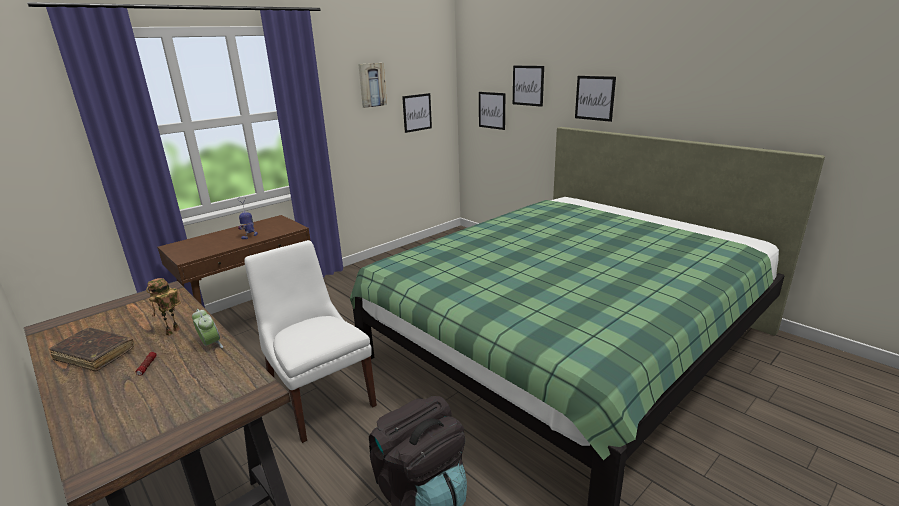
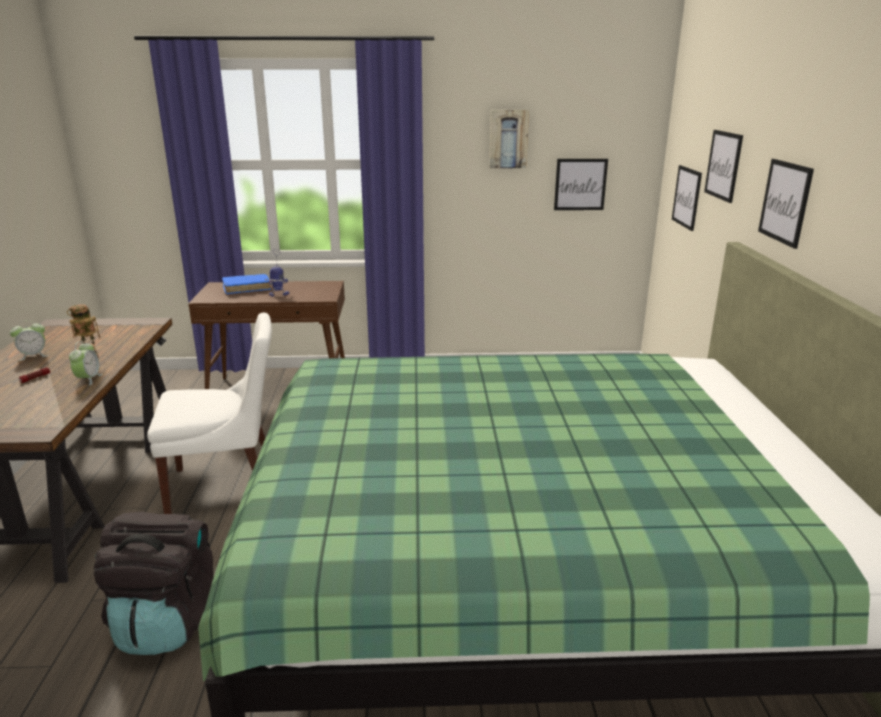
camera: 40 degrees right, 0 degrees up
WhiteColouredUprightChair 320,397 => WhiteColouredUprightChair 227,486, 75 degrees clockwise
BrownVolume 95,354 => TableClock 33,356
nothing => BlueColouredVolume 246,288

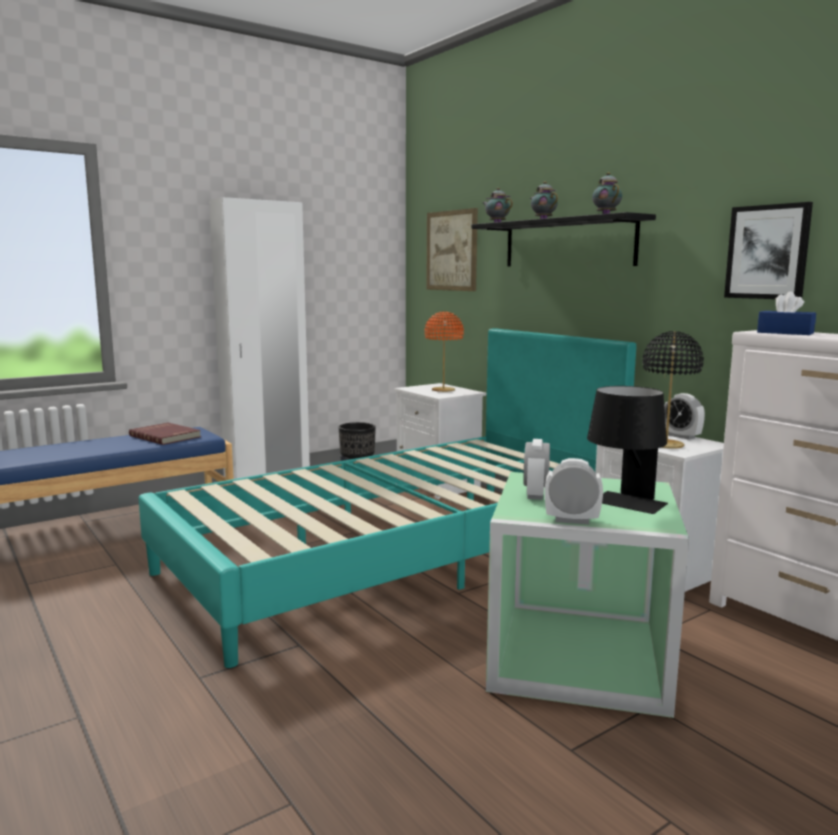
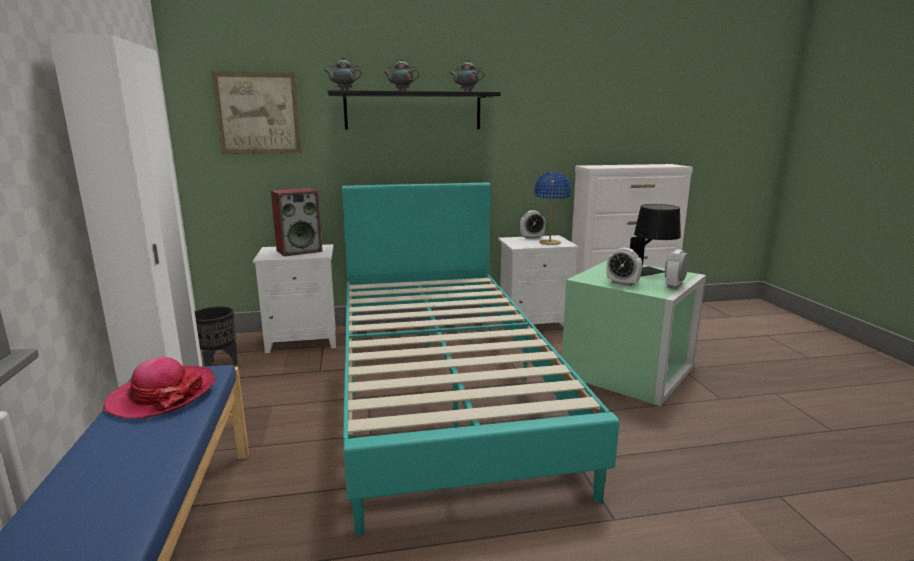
camera: 65 degrees left, 5 degrees up
WallArt 767,252 => nothing
BlueColouredTissueBox 785,333 => nothing
OrangeTabletopLamp 443,390 => Loudspeaker 299,250
BlackTabletopLamp 666,445 => BlueColouredTabletopLamp 550,243
RedVolume 166,436 => Hat 162,395

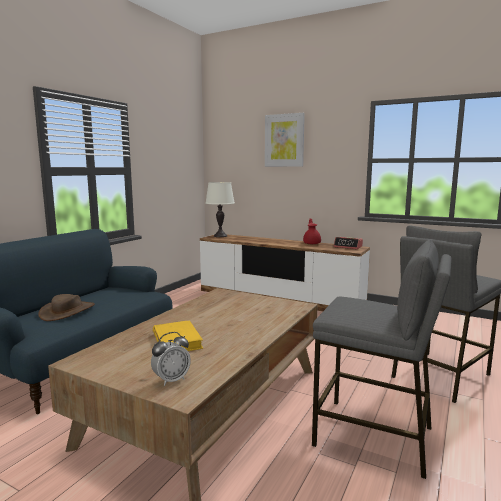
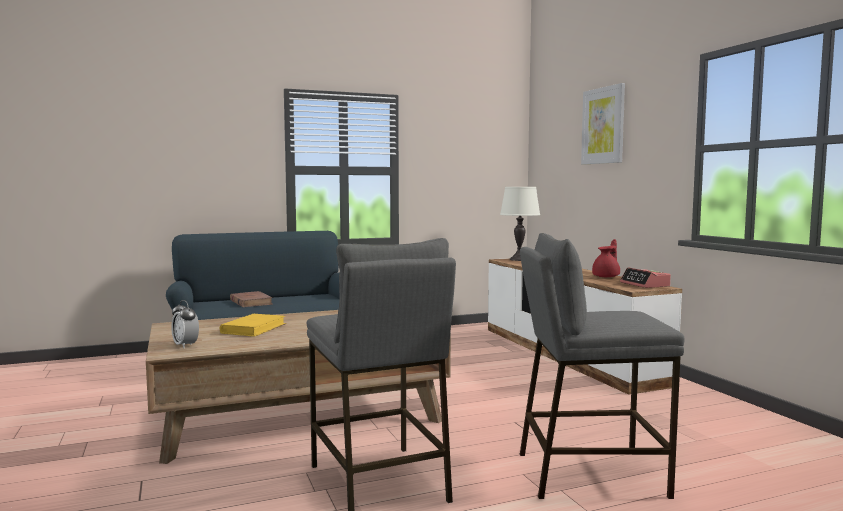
camera: 40 degrees right, 5 degrees down
BrownHat 68,311 => BrownVolume 251,302
TableClock 171,380 => TableClock 185,345, 45 degrees clockwise

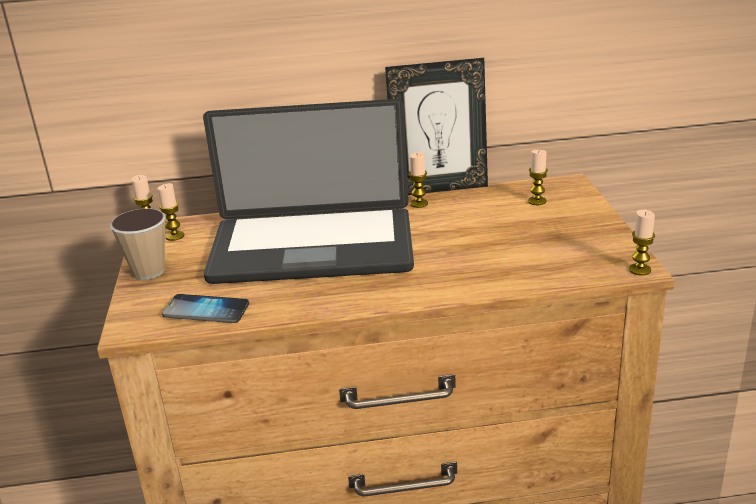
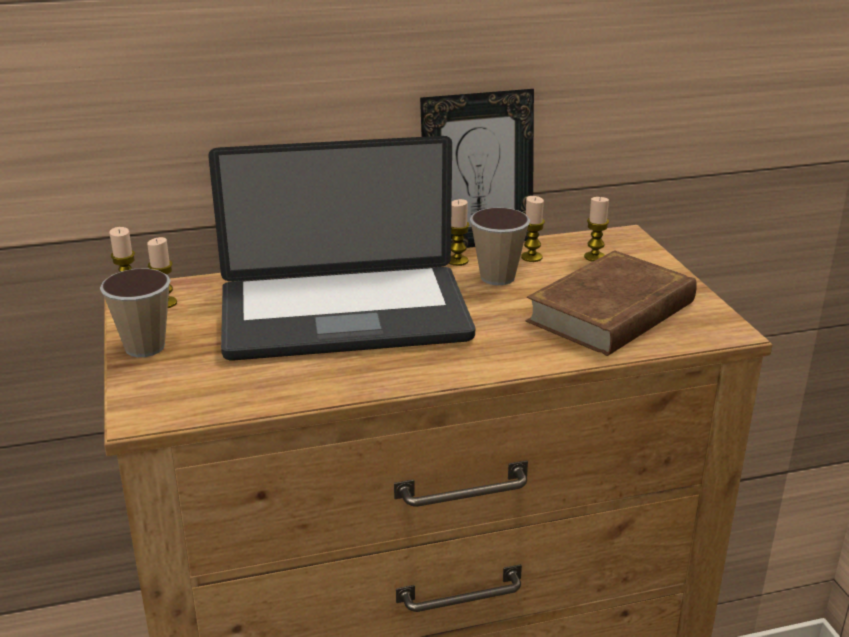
camera: 10 degrees left, 0 degrees up
WaxLight 639,270 => WaxLight 531,257, moved
Telephone 206,311 => nothing
nothing => DrinkingCup 497,277
nothing => BrownVolume 612,312

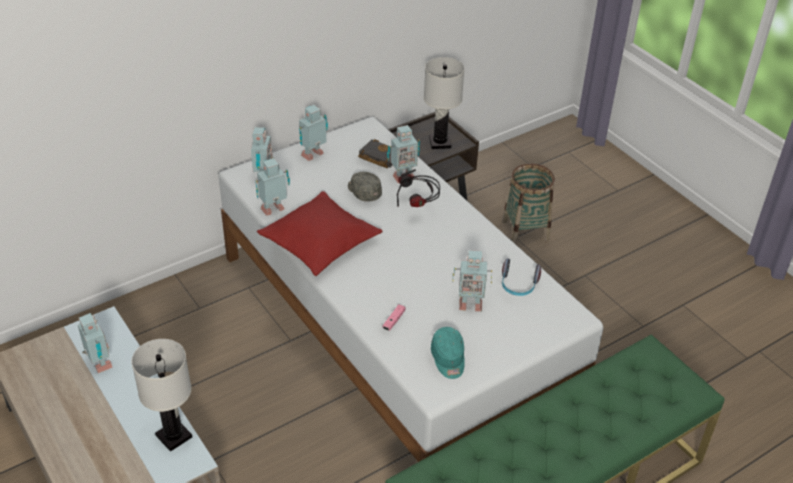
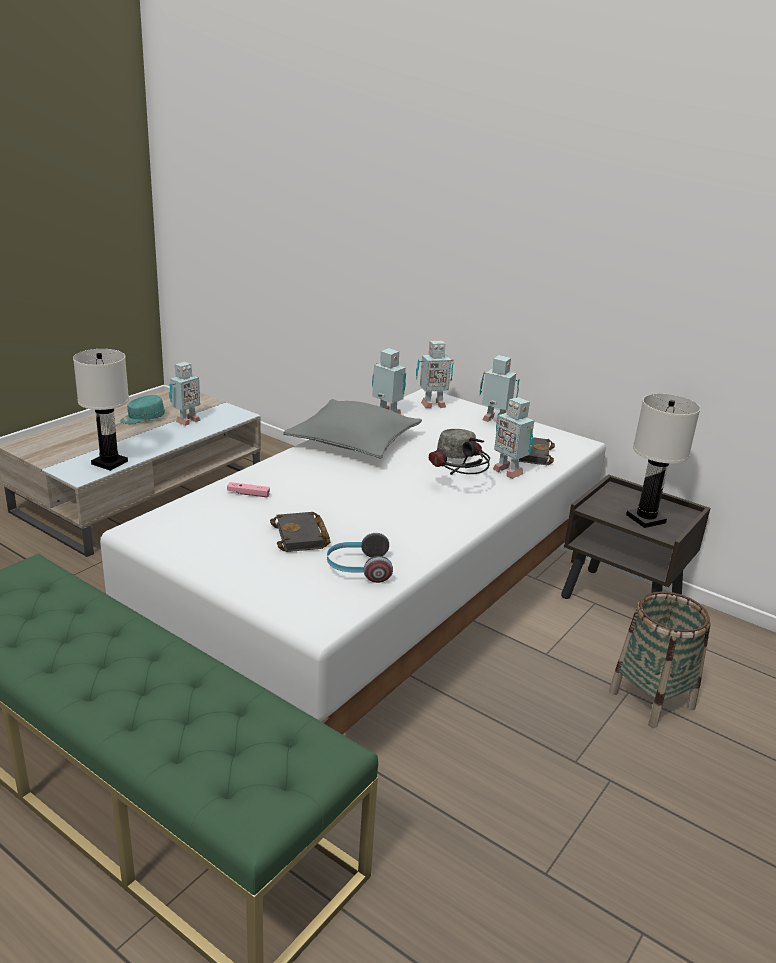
camera: 70 degrees right, 15 degrees down
RedCushion 320,242 => GrayCushion 354,441
ToyRobot 469,304 => BlackVolume 302,537
BlueGreenCap 448,359 => BlueGreenCap 142,418, moved

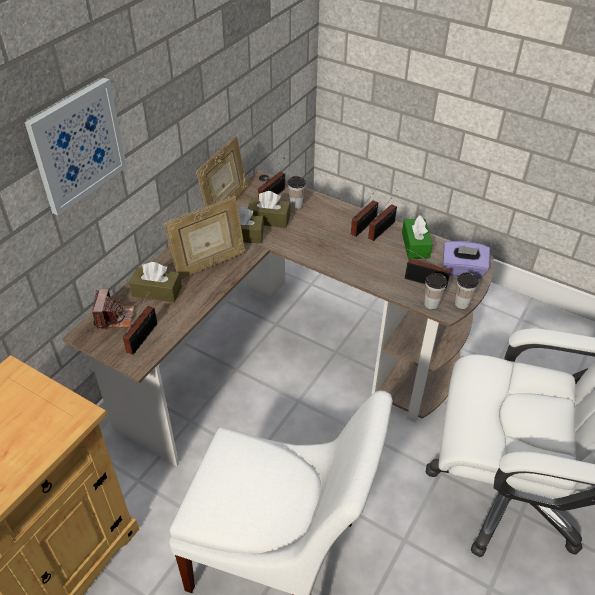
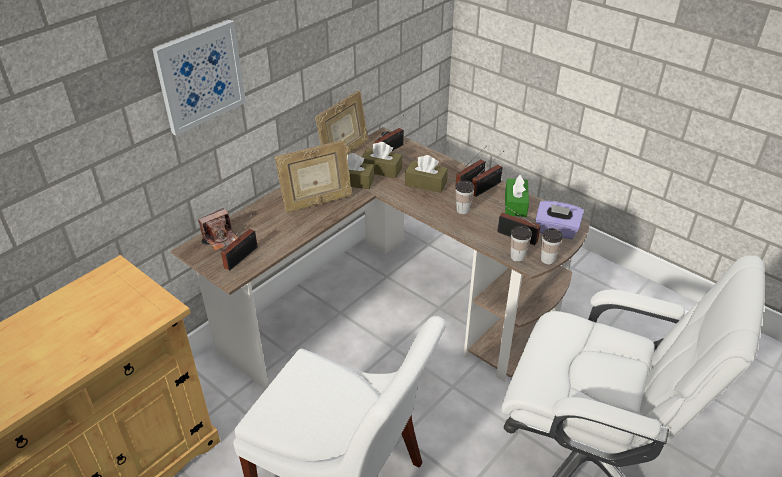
camera: 10 degrees right, 5 degrees down
DrinkingCup 296,205 => DrinkingCup 463,210, moved
BrownTissueBox 157,291 => BrownTissueBox 425,183, moved
PhotoCamera 115,318 => PhotoCamera 221,238, 45 degrees clockwise

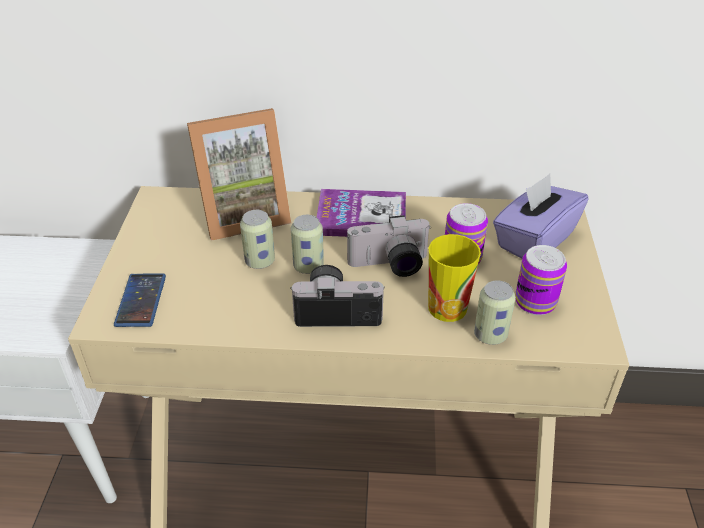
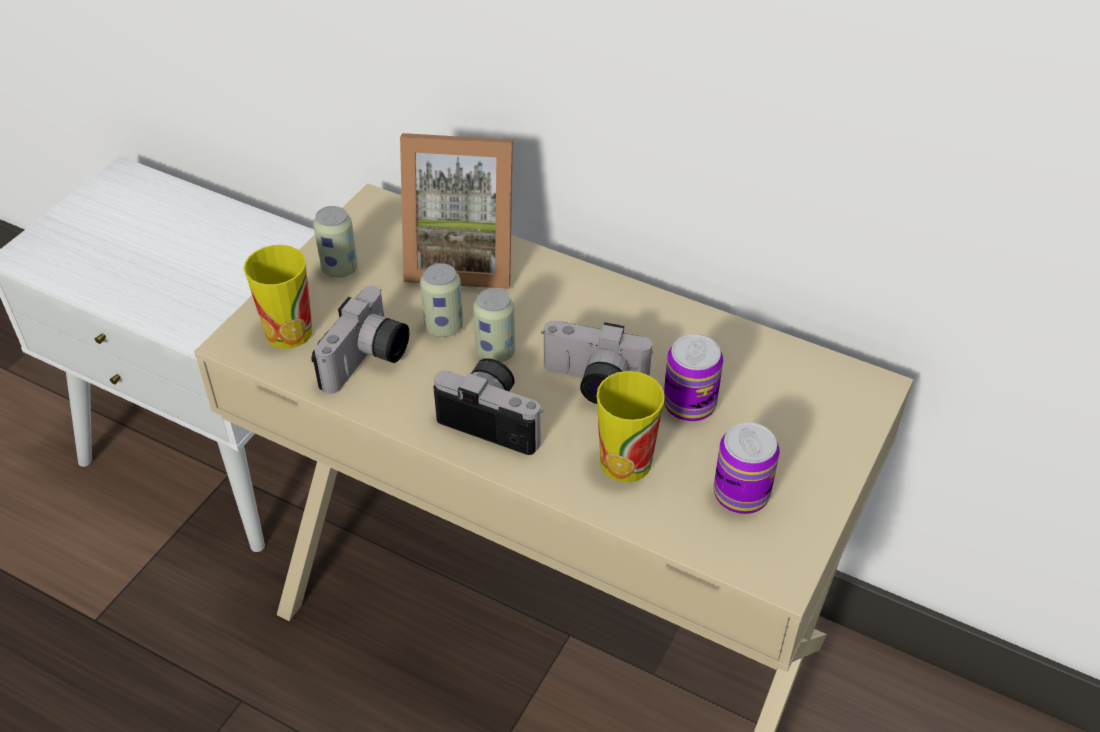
camera: 25 degrees right, 5 degrees up
PurplishTissueBox 534,240 => nothing
Volume 361,216 => nothing
Telephone 141,300 => DrinkingCup 289,332
MetalCan 490,335 => MetalCan 340,268, moved
nothing => PhotoCamera 368,362

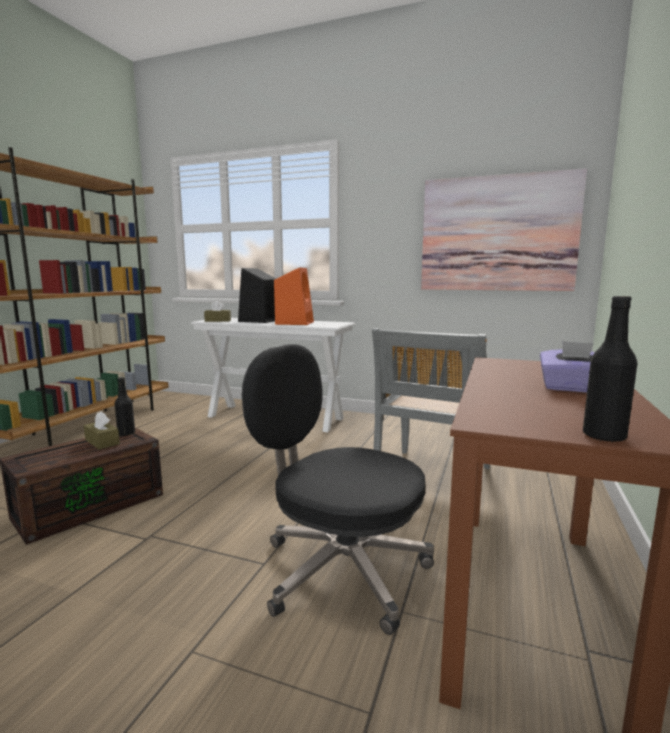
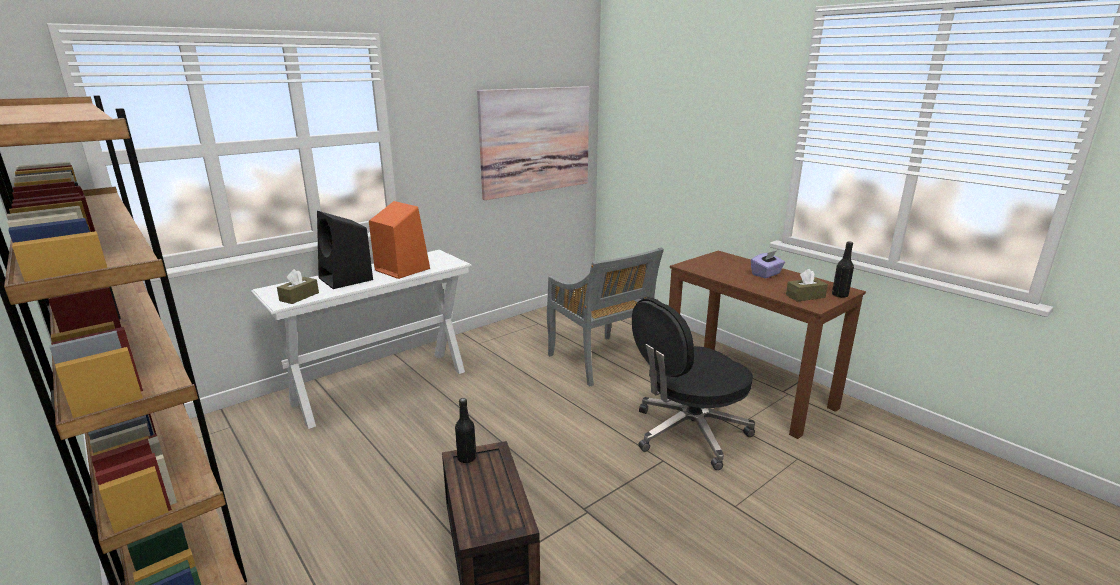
camera: 60 degrees left, 10 degrees up
BrownTissueBox 102,442 => BrownTissueBox 805,296, moved

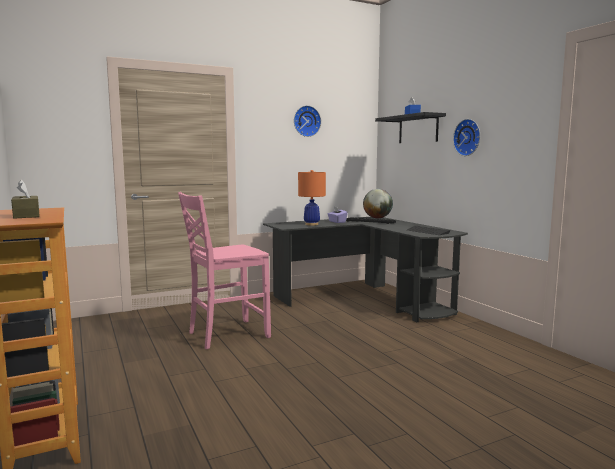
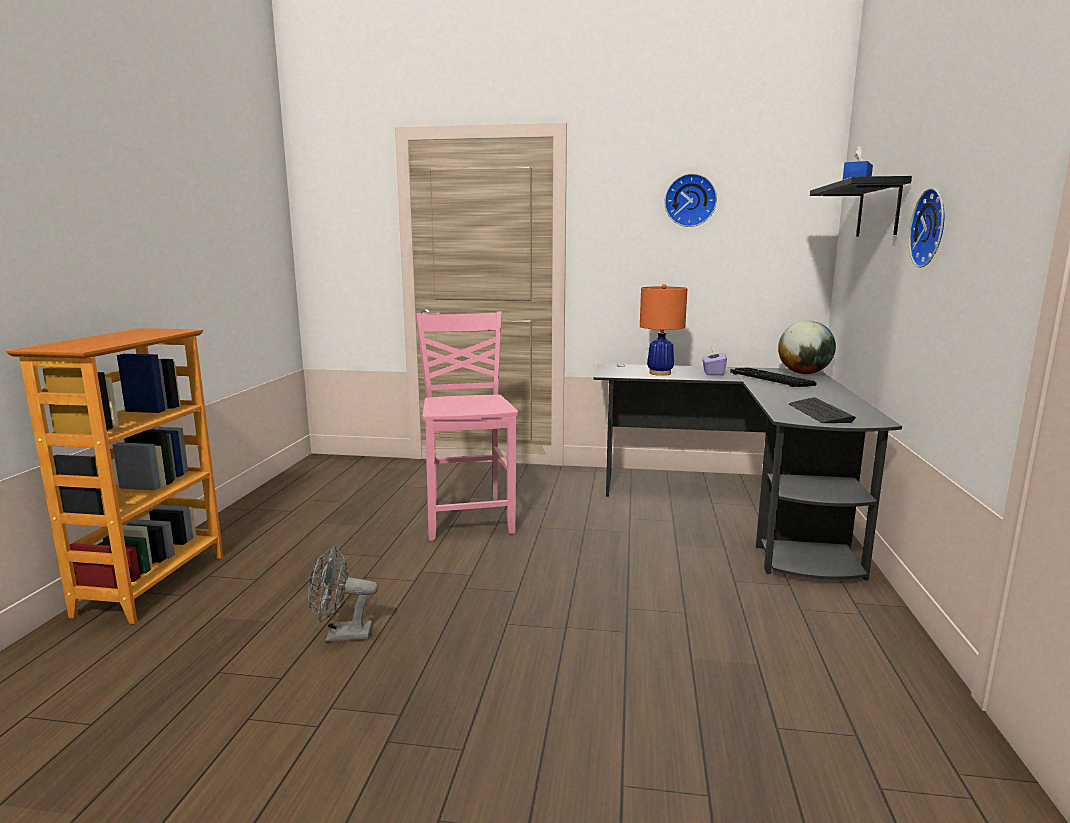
camera: 35 degrees right, 5 degrees up
BrownTissueBox 26,215 => nothing
PinkColouredUprightChair 226,335 => PinkColouredUprightChair 469,517, 75 degrees clockwise
nothing => GrayCoolingFan 341,635

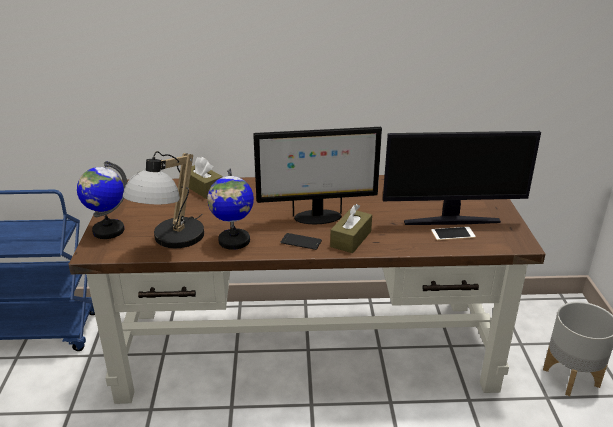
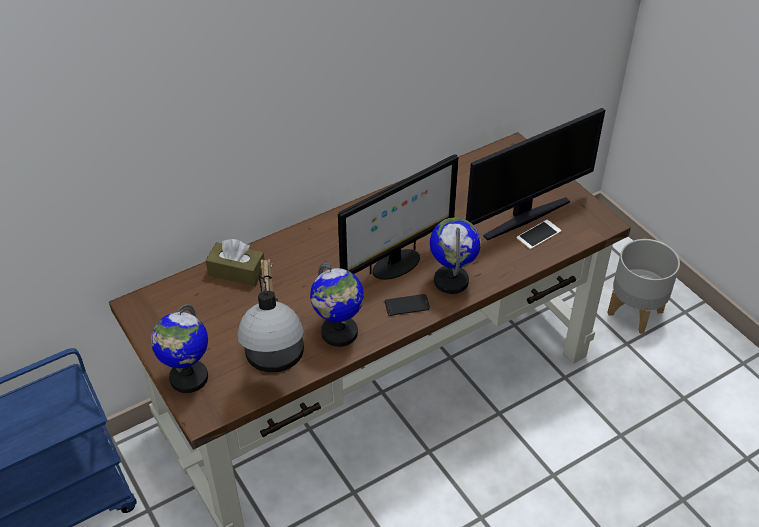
camera: 30 degrees left, 15 degrees up
BrownTissueBox 351,239 => DeskGlobe 451,281

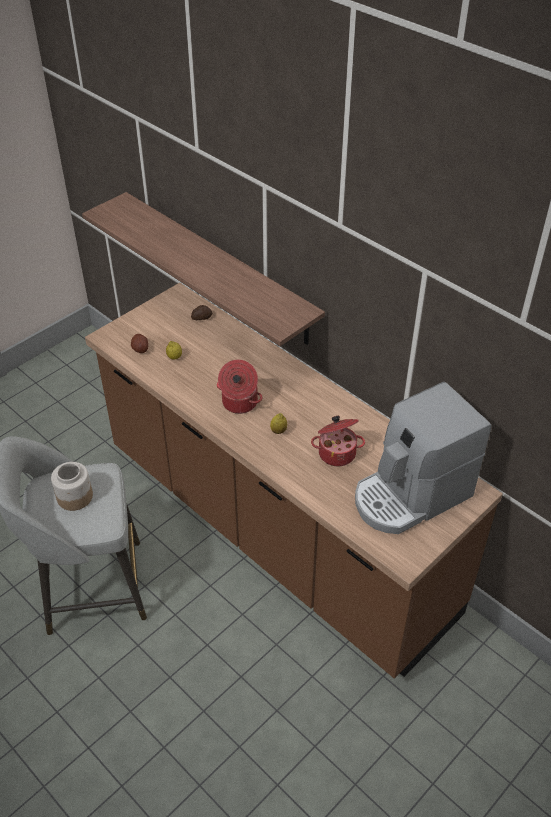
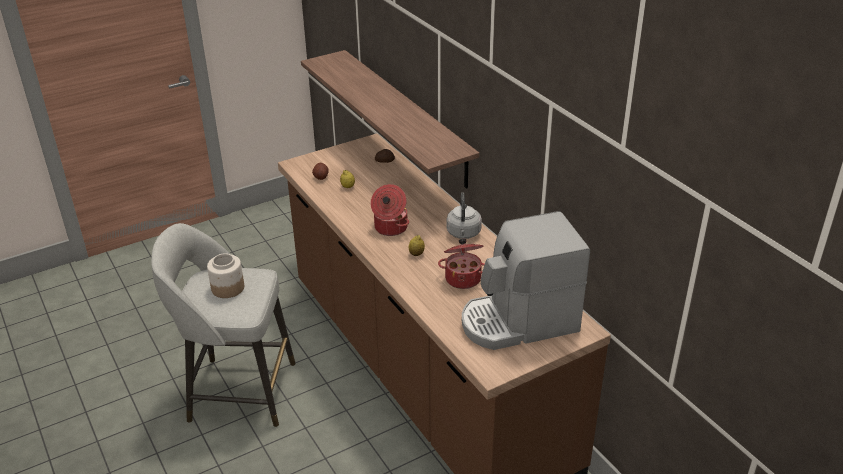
camera: 15 degrees right, 10 degrees down
nothing => GrayWaterKettle 463,234

